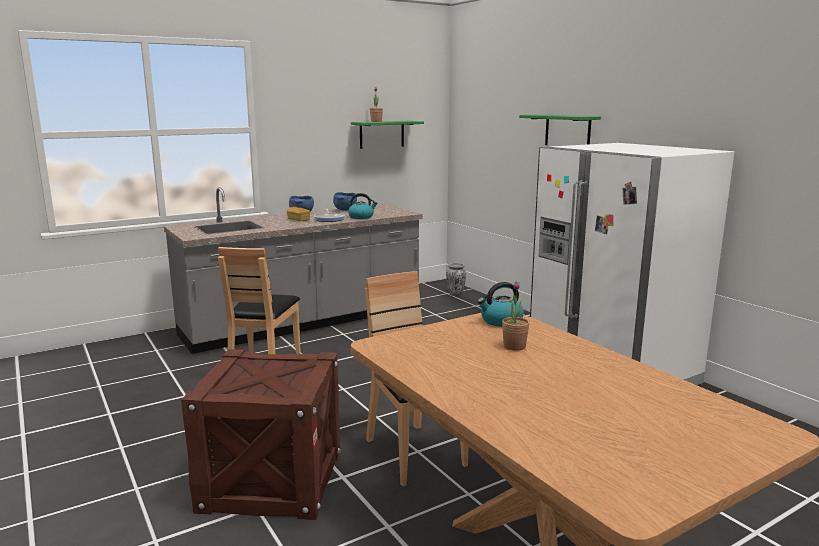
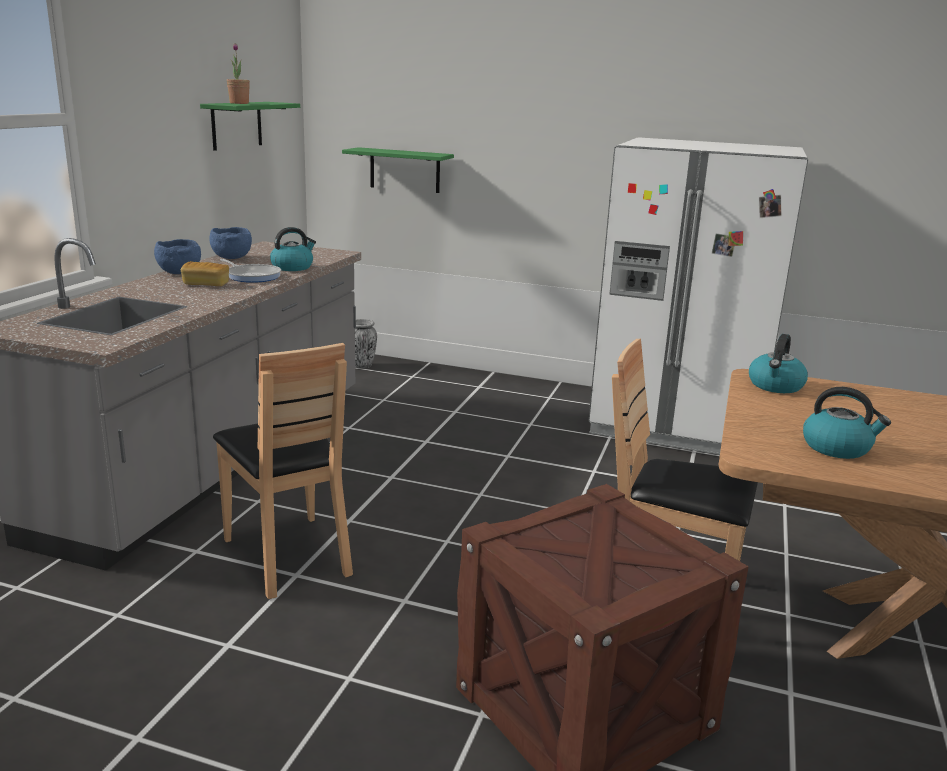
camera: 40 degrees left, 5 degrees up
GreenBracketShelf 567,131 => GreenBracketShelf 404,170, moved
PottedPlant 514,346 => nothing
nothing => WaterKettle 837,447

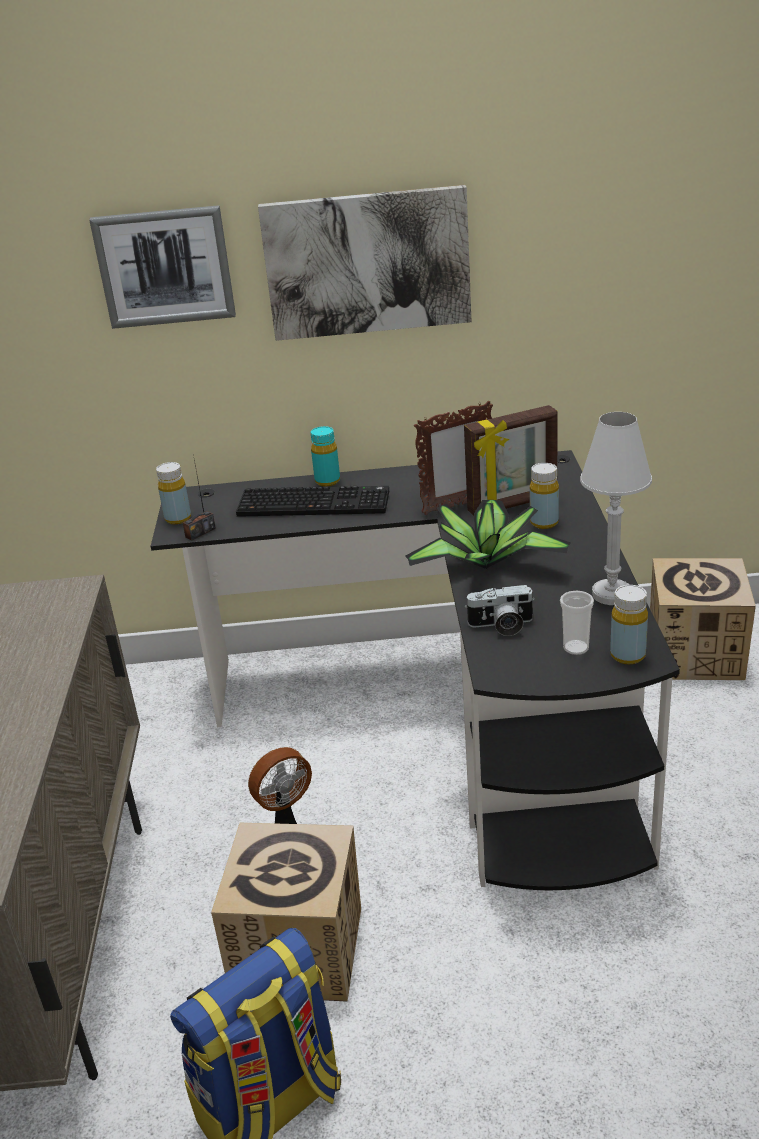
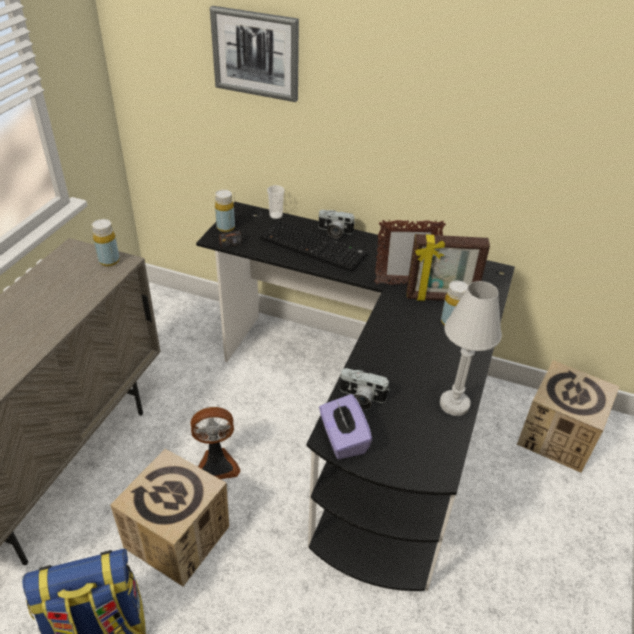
camera: 20 degrees right, 10 degrees up
WallArt 367,263 => nothing
BlueGreenBottle 327,481 => PhotoCamera 334,232
PottedPlant 486,563 => nothing
YellowishBottle 627,655 => YellowishBottle 109,261, moved
DrinkingCup 576,648 => DrinkingCup 276,215, moved
nothing => PurplishTissueBox 343,439

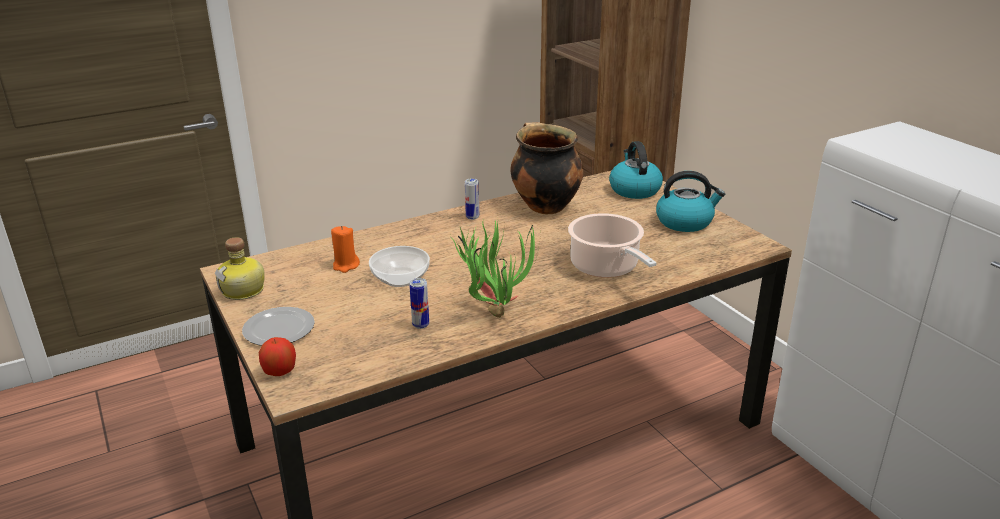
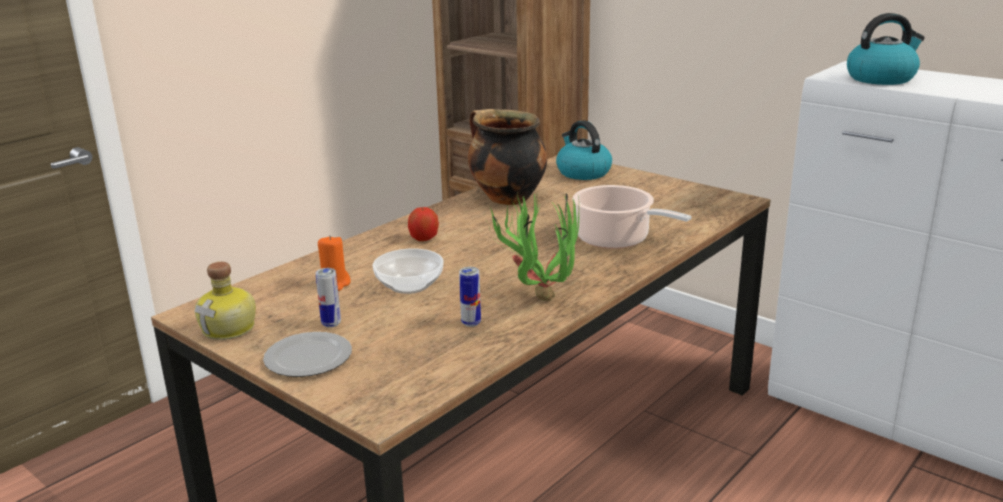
camera: 20 degrees left, 5 degrees down
WaterKettle 685,222 => WaterKettle 881,78, moved
MetalCan 472,217 => MetalCan 331,324, moved
WholeApple 279,372 => WholeApple 423,239, moved

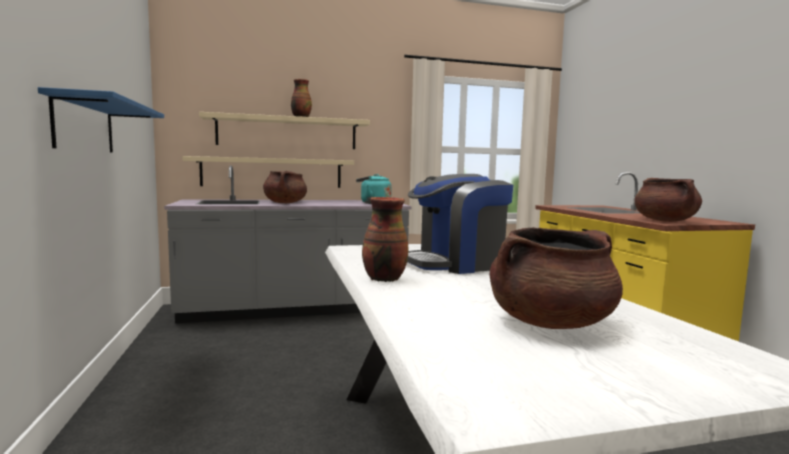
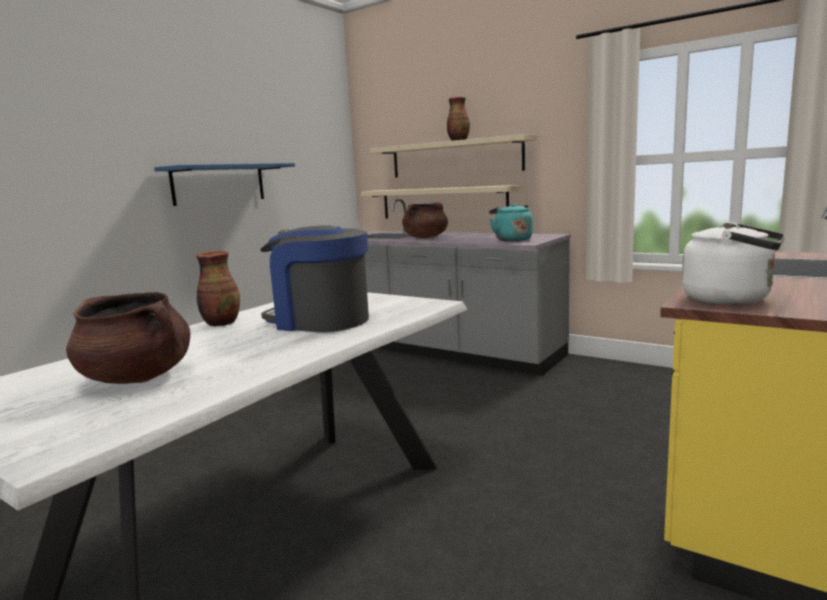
camera: 50 degrees right, 5 degrees up
BrownCookingPot 665,221 => WhiteColouredWaterKettle 731,299

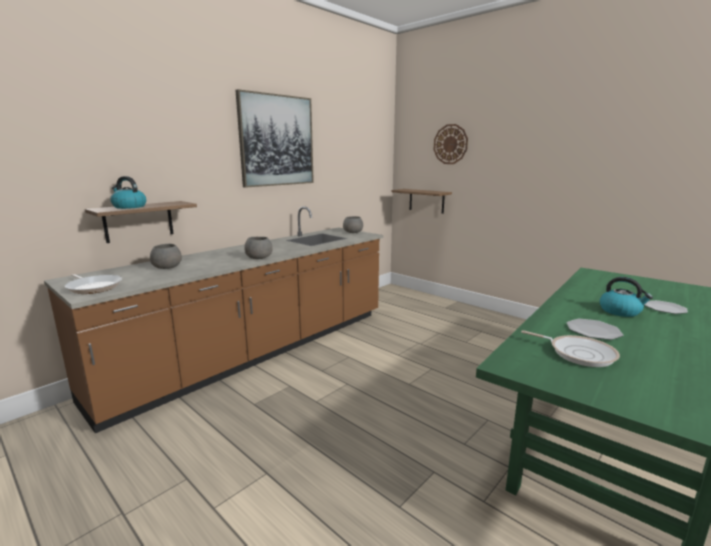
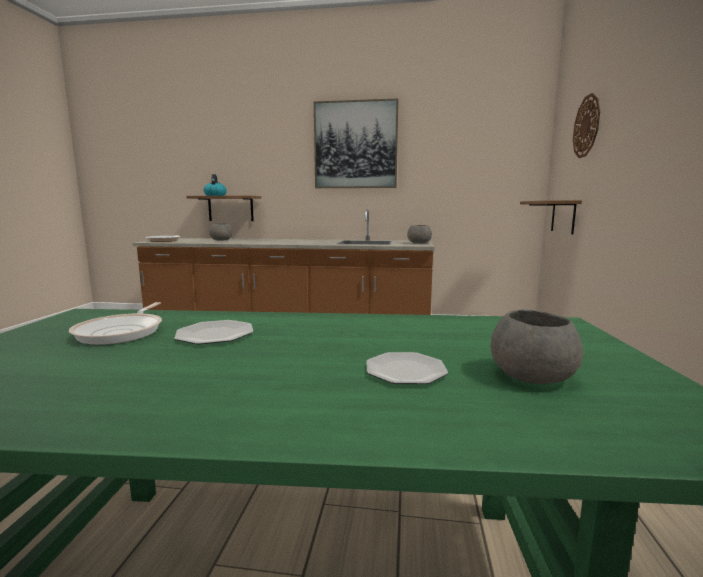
camera: 55 degrees right, 5 degrees down
GrayBowl 258,257 => GrayBowl 530,375, moved
WaterKettle 620,311 => nothing

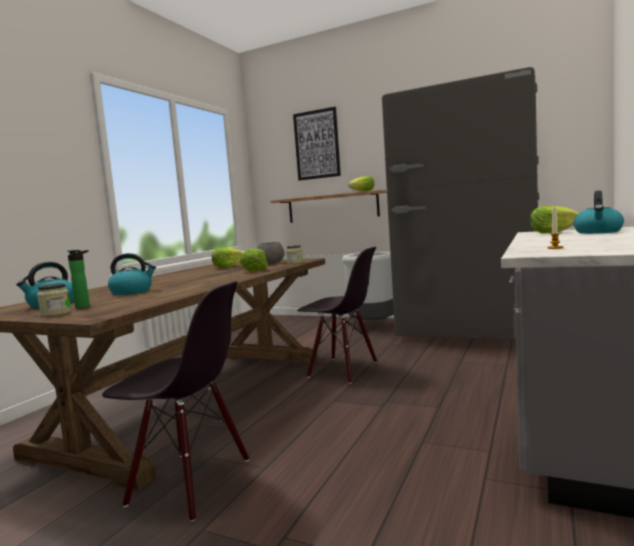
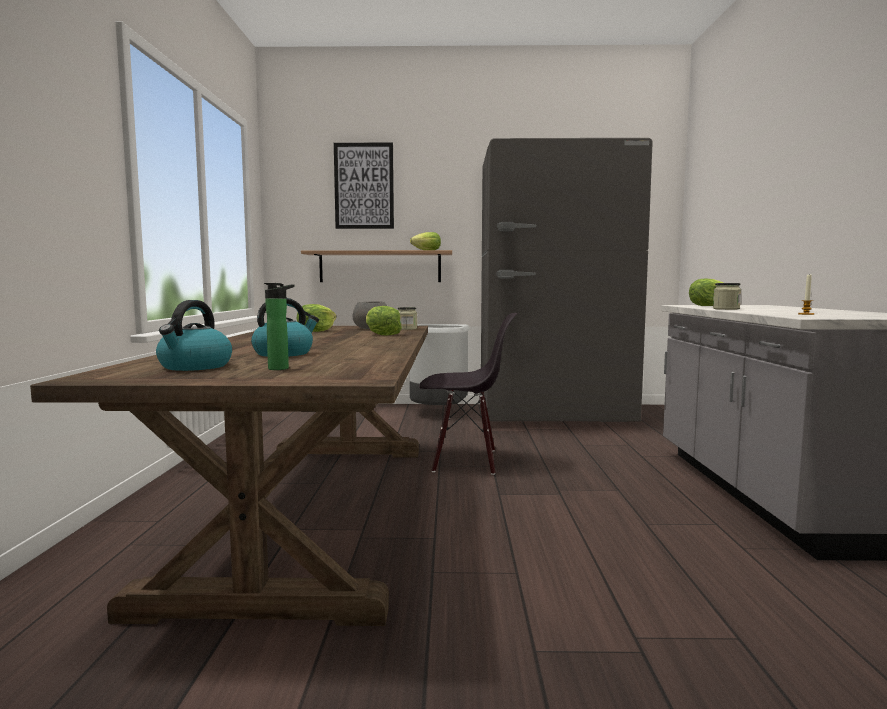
camera: 25 degrees left, 0 degrees up
WaterKettle 598,232 => nothing
BlackUprightChair 189,482 => nothing
Jar 56,313 => Jar 726,309, moved

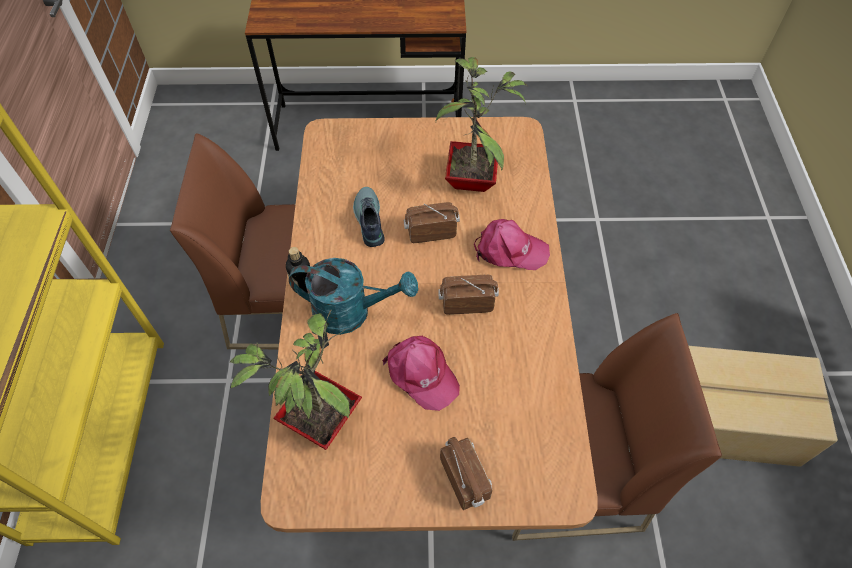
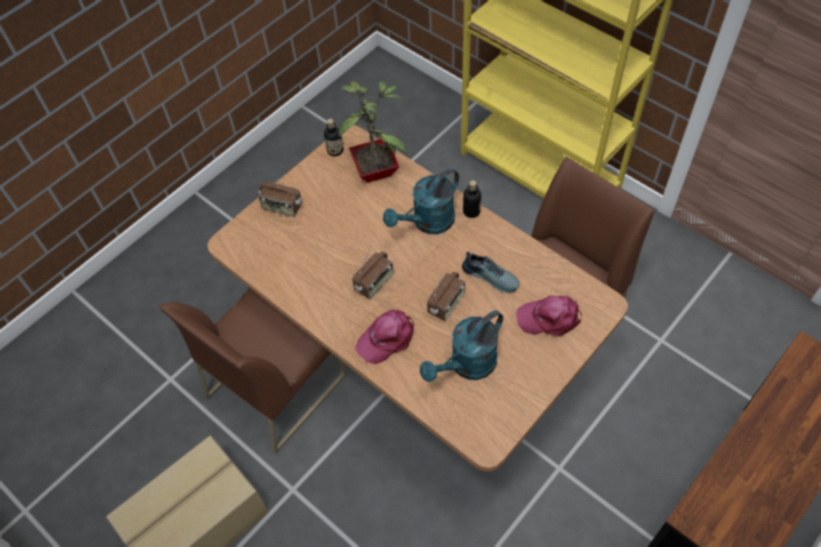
camera: 135 degrees right, 0 degrees up
PottedPlant 474,180 => BlueGreenWateringCan 467,366
PinkColouredCap 421,374 => PinkColouredCap 549,318, moved
nothing => Bottle 335,150

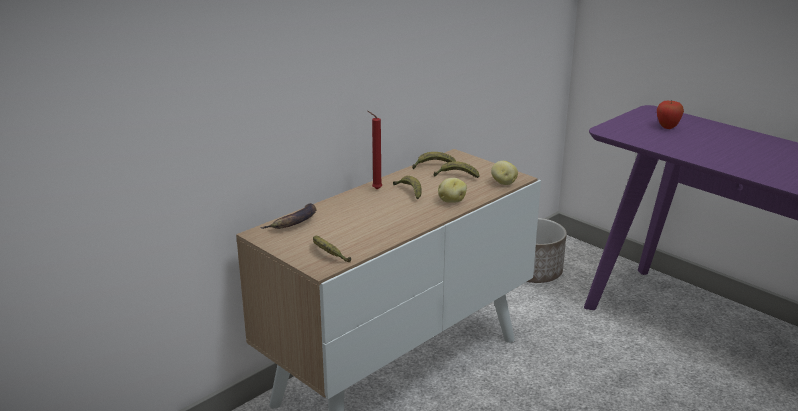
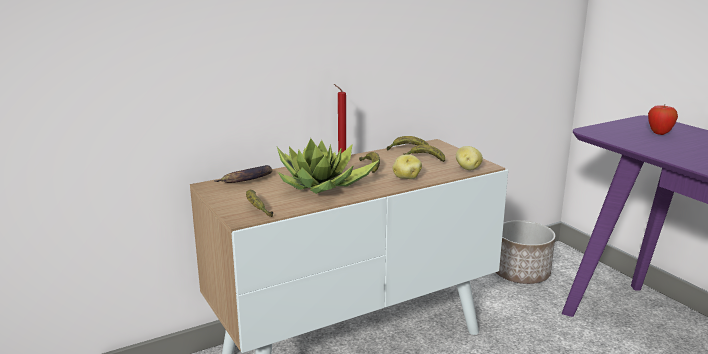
camera: 15 degrees right, 5 degrees down
nothing => PottedPlant 322,186

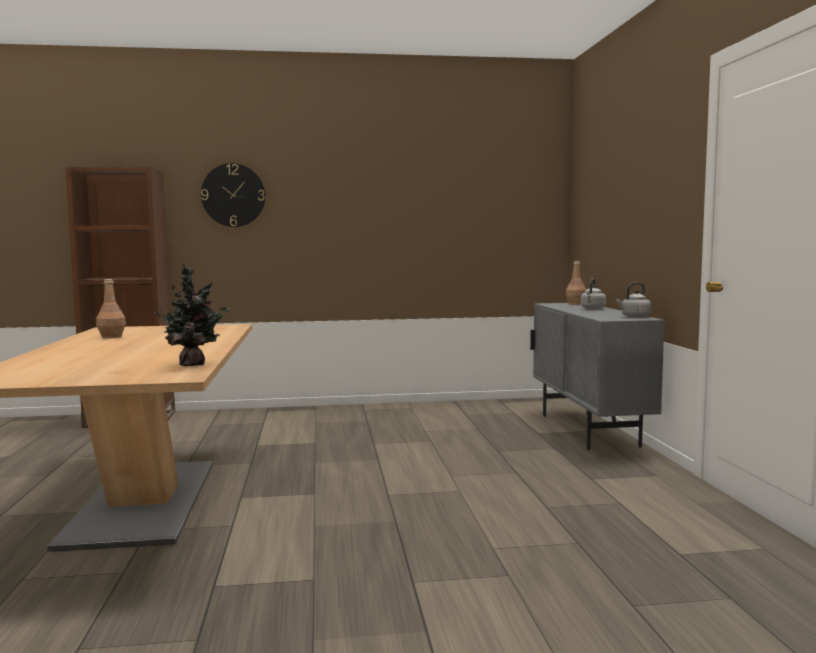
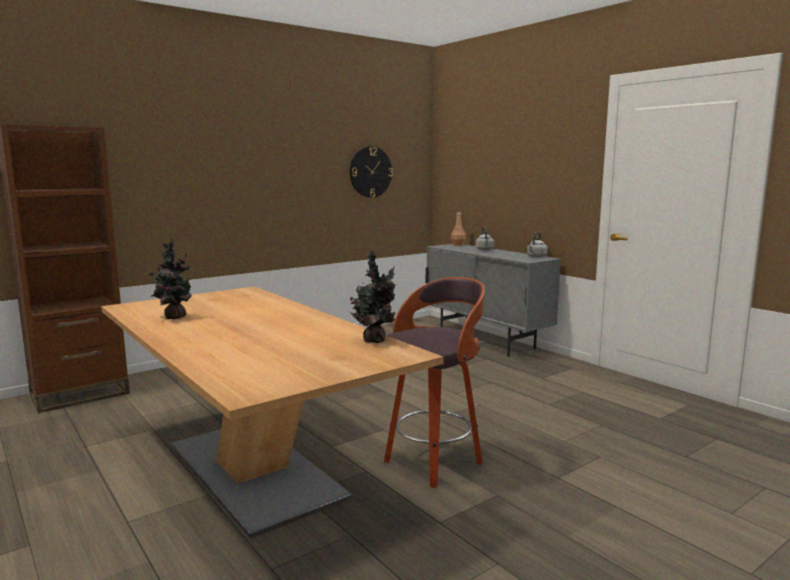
camera: 30 degrees left, 5 degrees up
ClockOnTheWall 233,195 => ClockOnTheWall 370,172, moved
BrownBottle 111,337 => PottedPlant 173,317
nothing => Stool 435,462

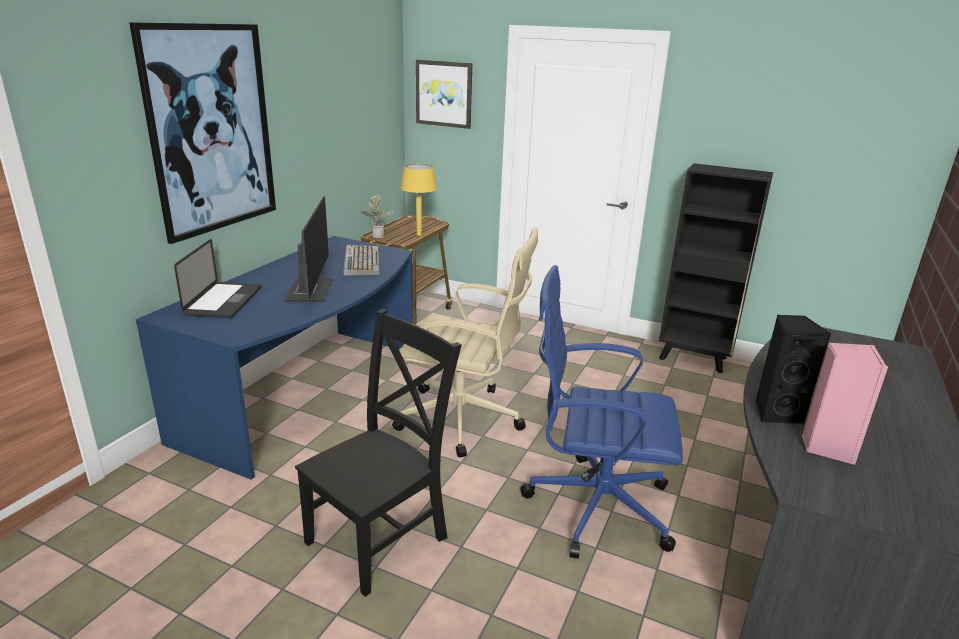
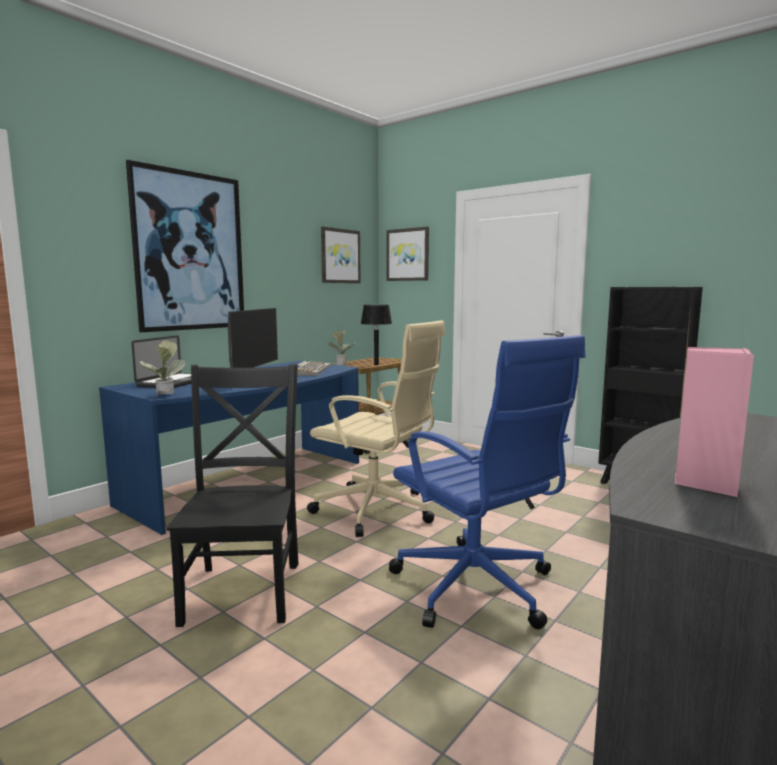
camera: 15 degrees right, 15 degrees down
YellowishTabletopLamp 418,235 => BlackTabletopLamp 376,364
BlueColouredOfficeChair 594,505 => BlueColouredOfficeChair 477,589, 150 degrees counterclockwise
BlackUprightChair 381,537 => BlackUprightChair 244,589, 60 degrees counterclockwise
BlackLoudspeaker 776,413 => nothing
nothing => WallArt 340,256
nothing => PottedPlant 165,396

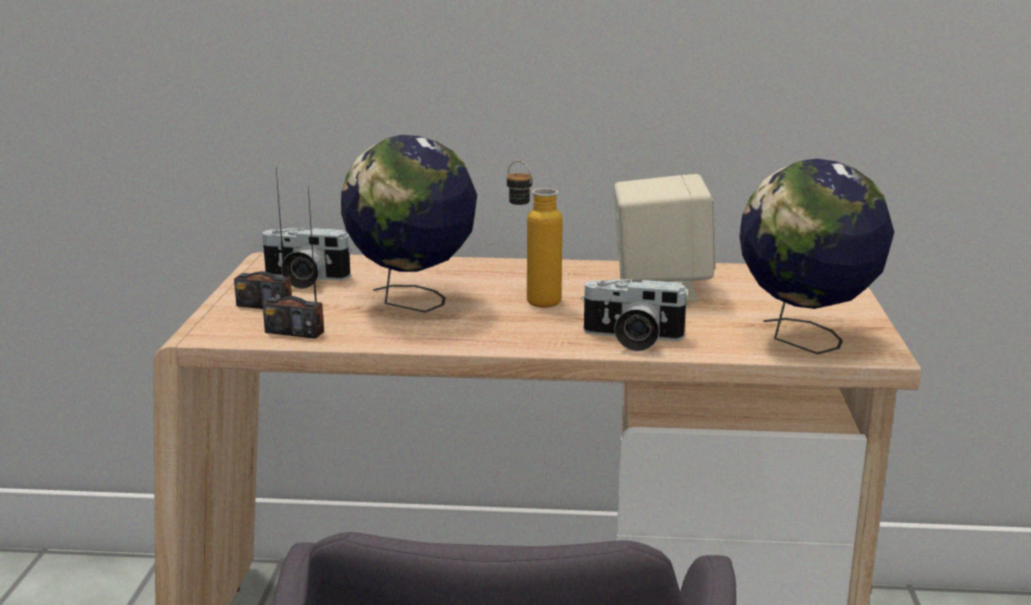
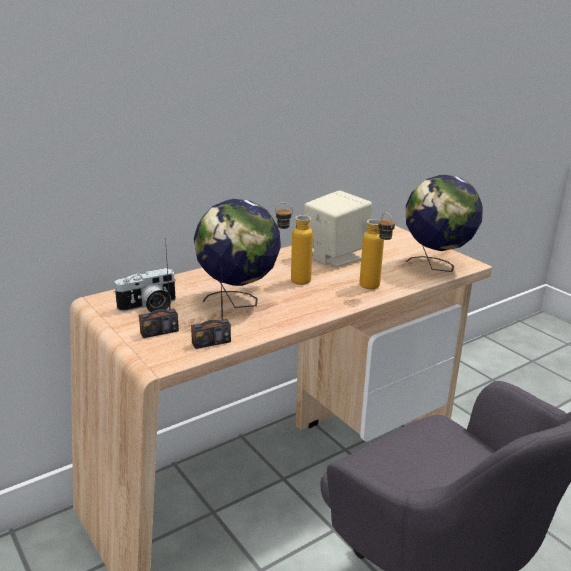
camera: 40 degrees left, 5 degrees up
PhotoCamera 631,339 => Bottle 374,289

